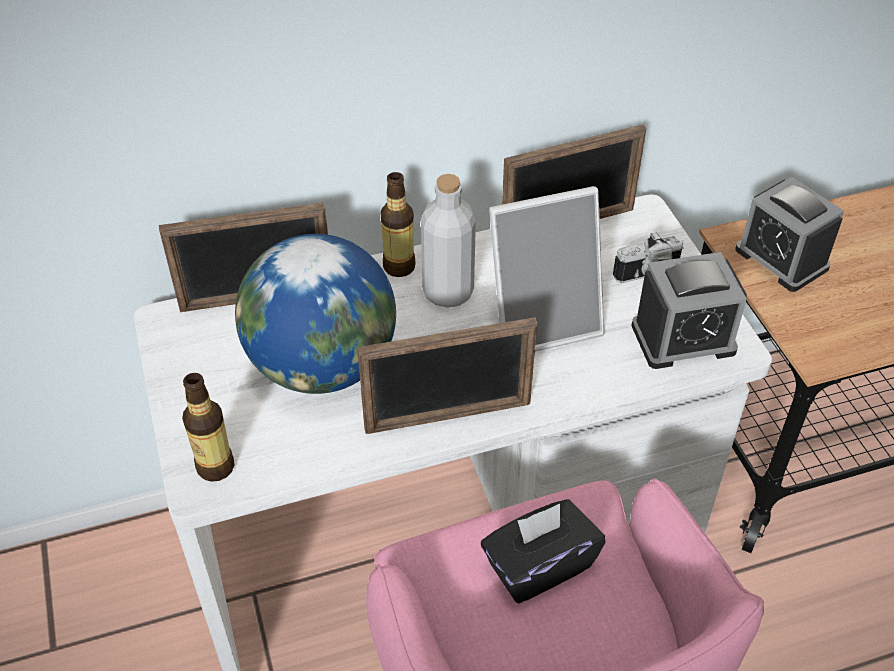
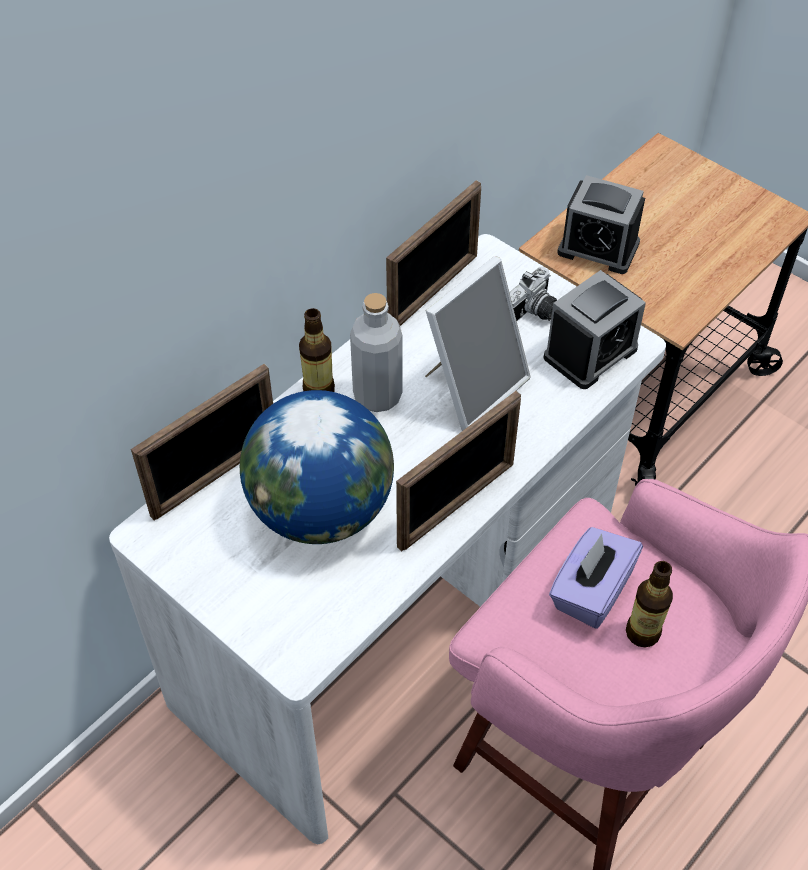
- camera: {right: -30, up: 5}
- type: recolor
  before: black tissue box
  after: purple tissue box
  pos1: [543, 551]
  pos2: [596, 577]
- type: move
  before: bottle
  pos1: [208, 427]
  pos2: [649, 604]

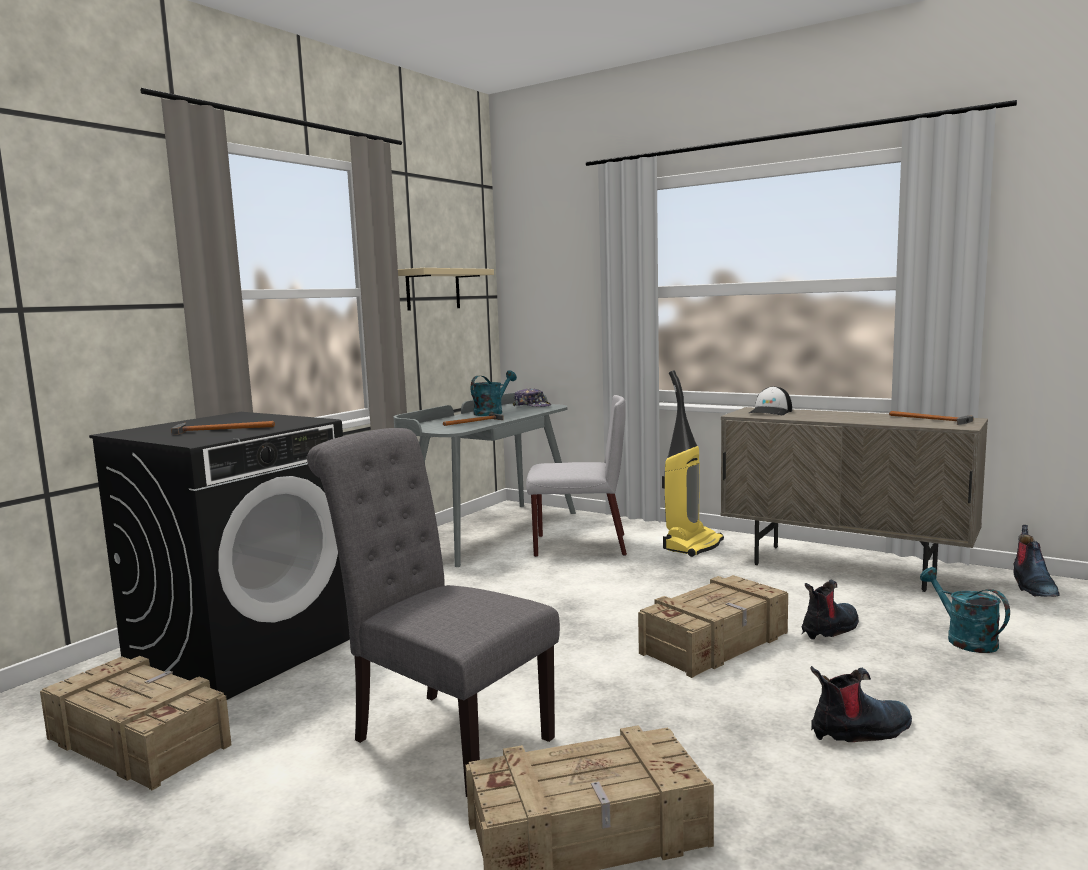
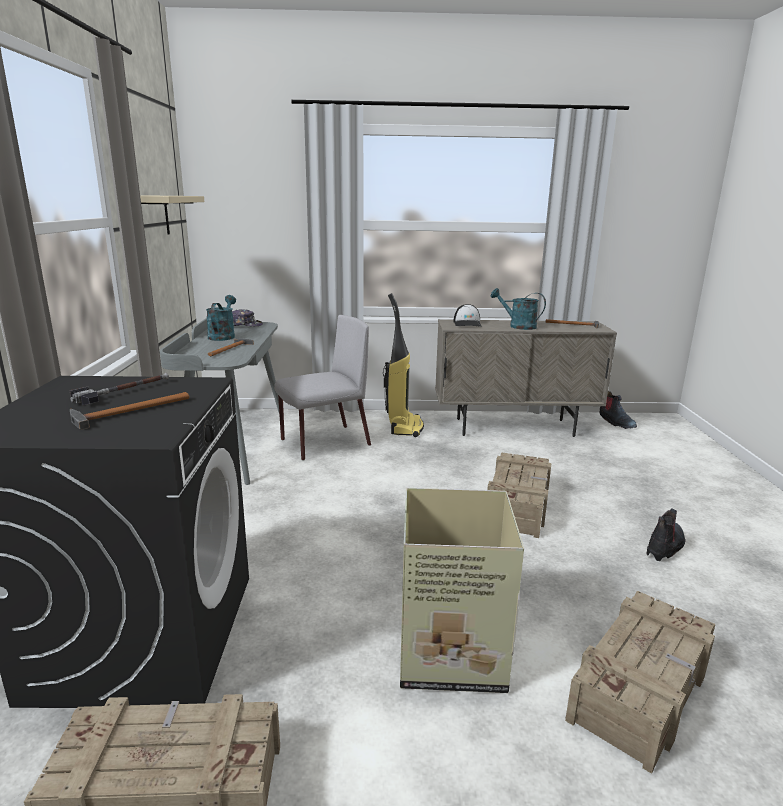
- camera: {right: -35, up: 10}
- type: insert
  after: hammer
  pos2: [119, 389]
- type: replace
  before: grey chair
  after: cardboard box
  pos1: [433, 612]
  pos2: [462, 590]
- type: move
  before: turquoise watering can
  pos1: [965, 610]
  pos2: [518, 309]
- type: delete
  before: boot
  pos1: [830, 610]

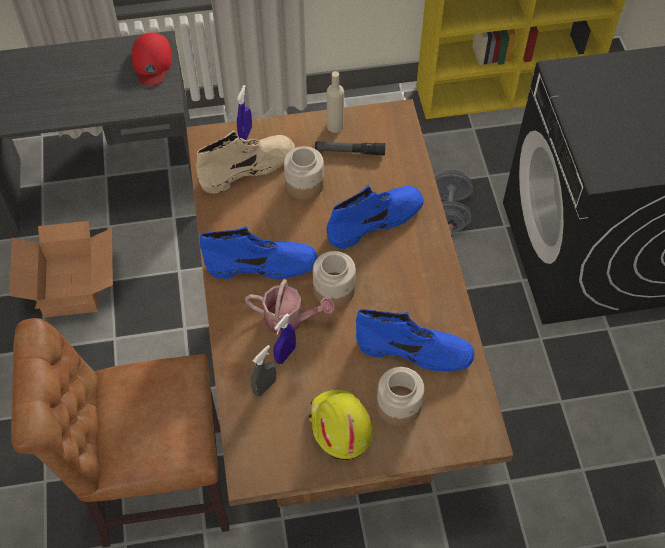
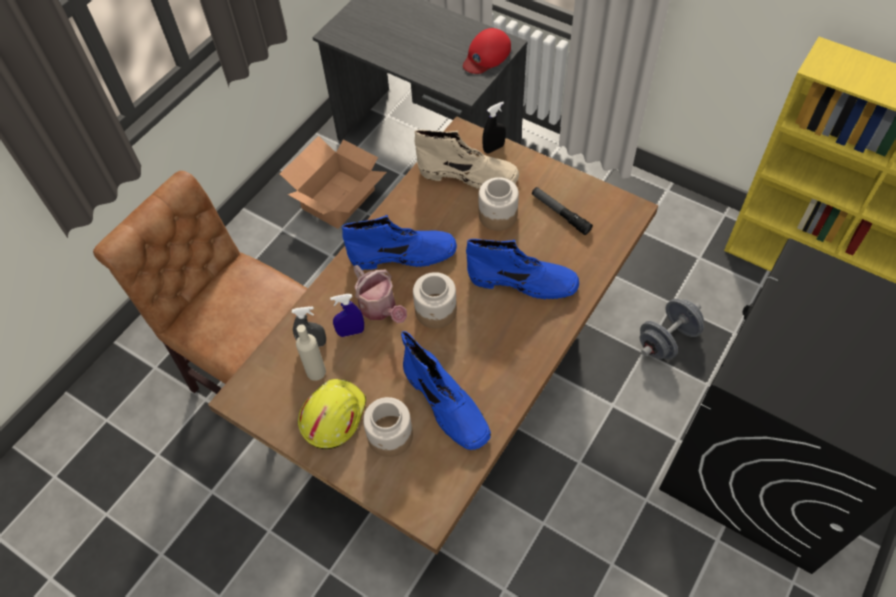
- camera: {right: 45, up: 0}
- type: move
  before: beige bottle
  pos1: [335, 102]
  pos2: [311, 352]
- type: rotate
  before: blue boot
  pos1: [258, 252]
  pos2: [399, 242]
  turn: -45
- type: recolor
  before: blue spray bottle
  after: black spray bottle
  pos1: [244, 112]
  pos2: [494, 127]

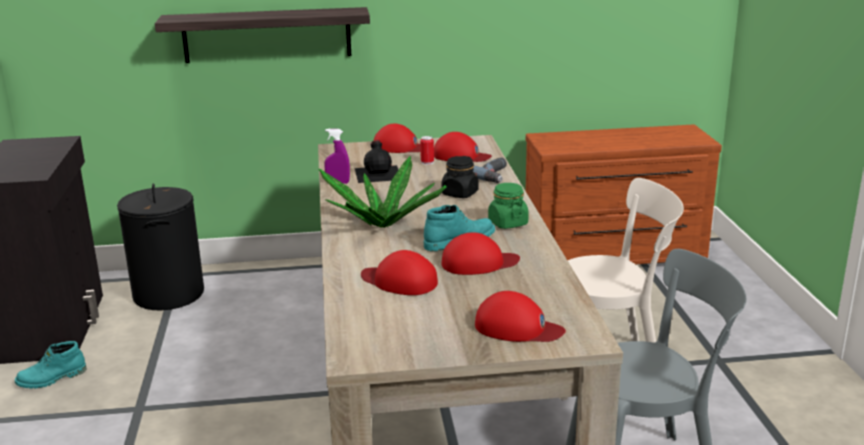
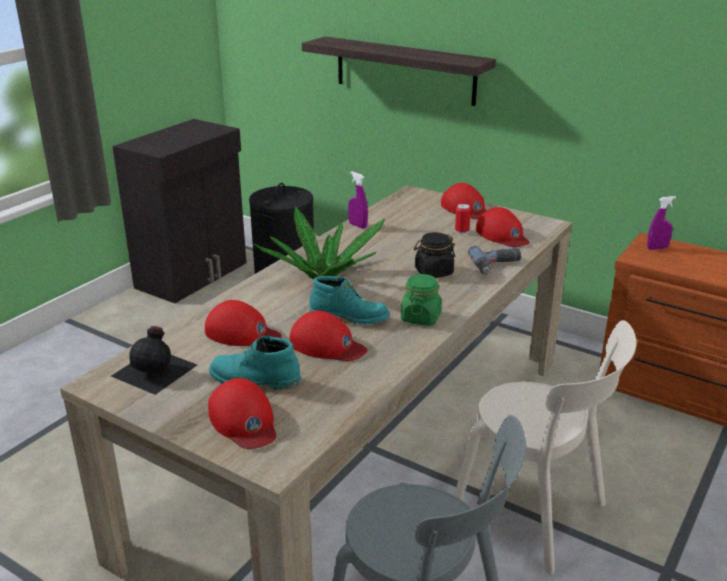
- camera: {right: 40, up: 5}
- type: move
  before: black bottle
  pos1: [377, 161]
  pos2: [154, 360]
- type: rotate
  before: red cap
  pos1: [399, 272]
  pos2: [243, 323]
  turn: 135
- type: move
  before: turquoise boot
  pos1: [51, 364]
  pos2: [255, 363]
- type: insert
  after: purple spray bottle
  pos2: [661, 223]

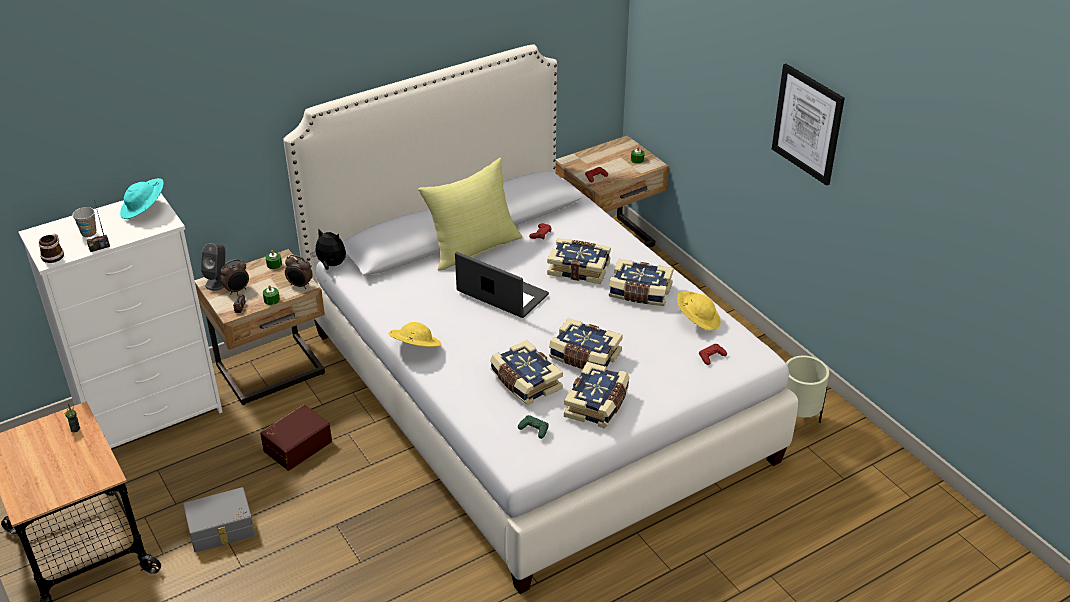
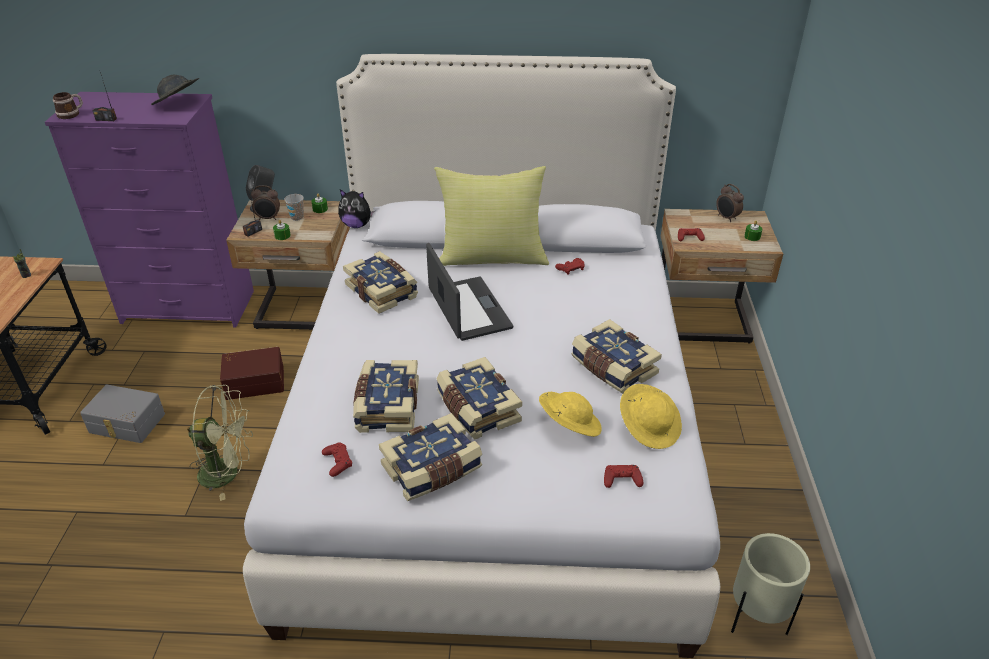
- camera: {right: 35, up: 0}
- type: recolor
  before: white dresser
  after: purple dresser
  pos1: [120, 320]
  pos2: [149, 209]
- type: recolor
  before: turquoise hat
  after: grey hat
  pos1: [142, 198]
  pos2: [175, 90]
- type: insert
  after: green fan
  pos2: [220, 443]
- type: move
  before: cup
  pos1: [84, 222]
  pos2: [294, 207]
- type: recolor
  before: green game controller
  after: red game controller
  pos1: [533, 427]
  pos2: [337, 459]
- type: rotate
  before: plush toy
  pos1: [328, 249]
  pos2: [356, 208]
  turn: 135
- type: move
  before: book
  pos1: [579, 261]
  pos2: [380, 282]
- type: move
  before: yellow hat
  pos1: [415, 334]
  pos2: [570, 414]
- type: move
  before: alarm clock
  pos1: [299, 272]
  pos2: [730, 203]
- type: delete
  before: picture
  pos1: [808, 125]

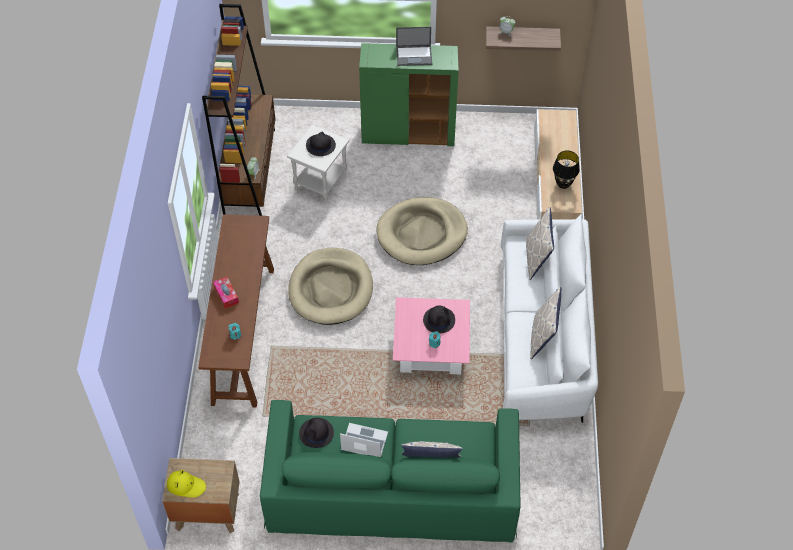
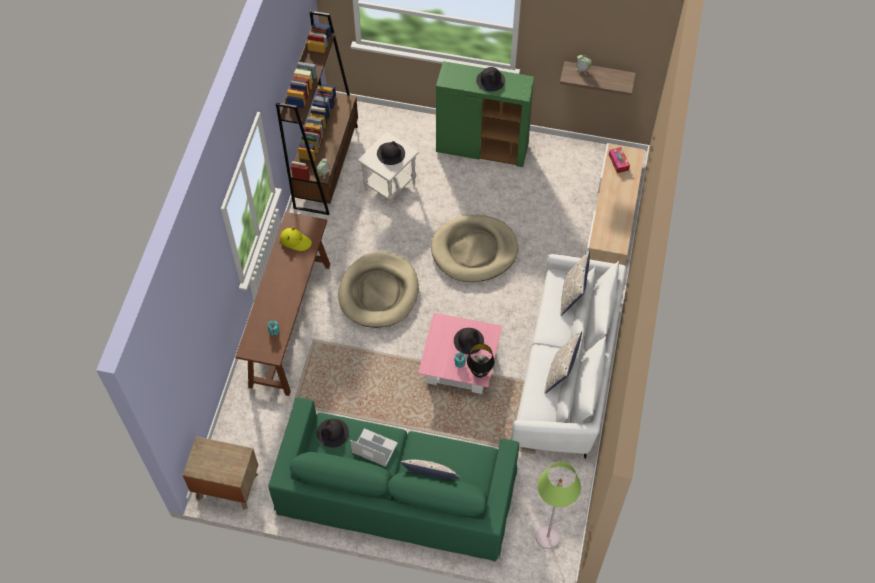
- camera: {right: 10, up: 5}
- type: move
  before: yellow hat
  pos1: [186, 484]
  pos2: [296, 239]
- type: move
  before: black table lamp
  pos1: [566, 169]
  pos2: [481, 361]
- type: replace
  before: laptop
  after: black hat
  pos1: [414, 46]
  pos2: [490, 79]
- type: insert
  after: green floor lamp
  pos2: [558, 505]
- type: move
  before: tissue box
  pos1: [226, 293]
  pos2: [619, 160]

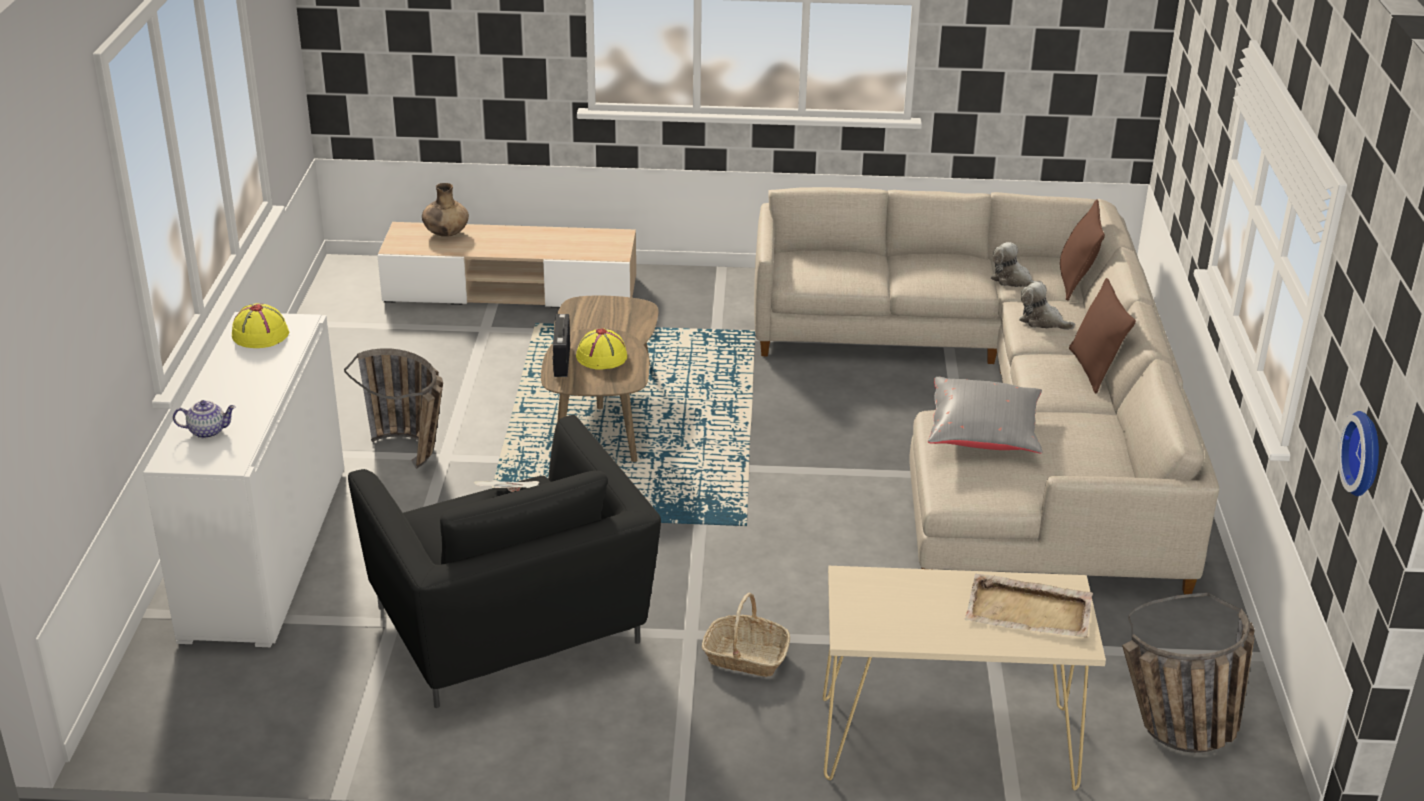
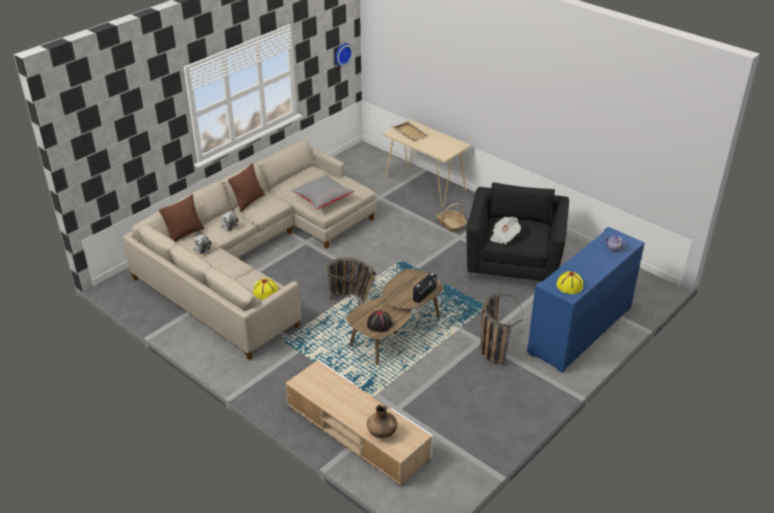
- camera: {right: -140, up: 5}
- type: move
  before: yellow hat
  pos1: [601, 349]
  pos2: [265, 289]
- type: move
  before: basket
  pos1: [1188, 673]
  pos2: [351, 281]
- type: insert
  after: black hat
  pos2: [380, 321]
- type: recolor
  before: white cabinet
  after: blue cabinet
  pos1: [243, 479]
  pos2: [586, 300]

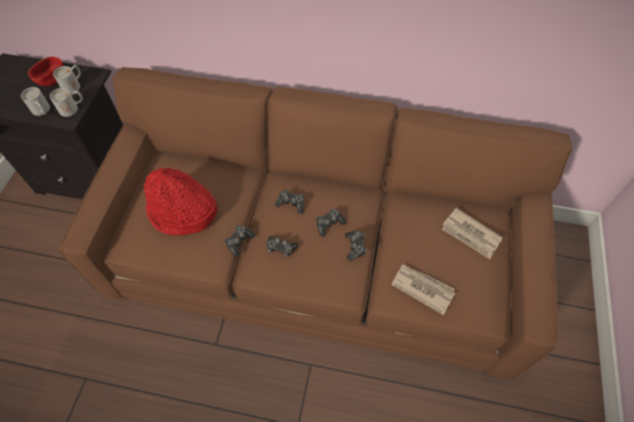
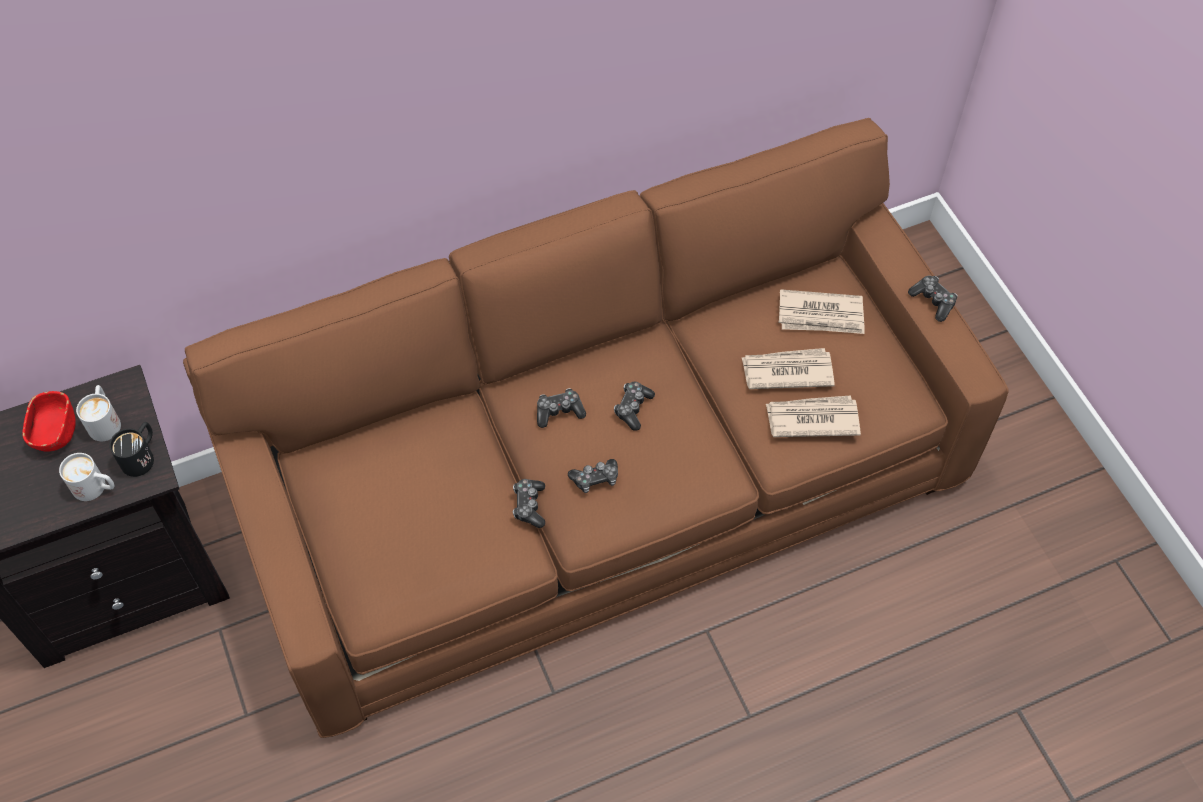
- camera: {right: -35, up: 0}
- type: recolor
  before: white mug
  after: black mug
  pos1: [66, 102]
  pos2: [131, 449]
- type: insert
  after: newspaper
  pos2: [788, 368]
- type: move
  before: game controller
  pos1: [356, 245]
  pos2: [933, 299]
- type: delete
  before: red hat
  pos1: [180, 202]

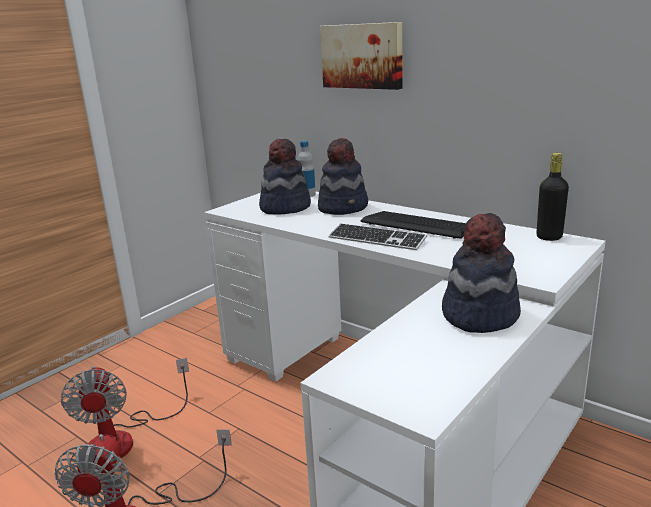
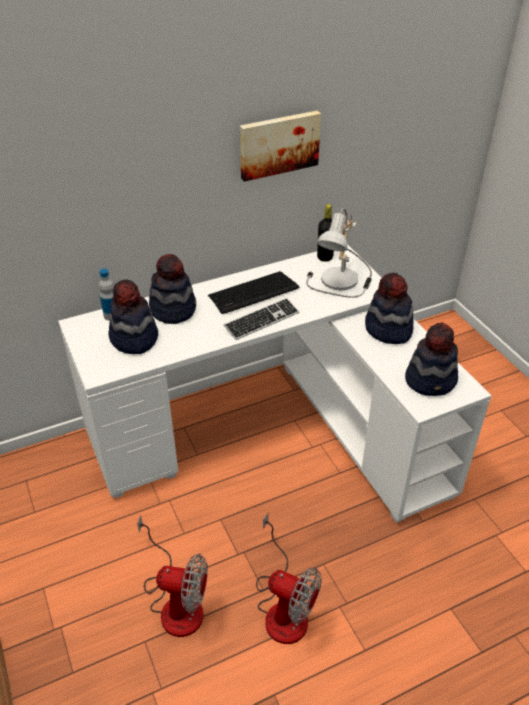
- camera: {right: -65, up: 20}
- type: move
  before: picture
  pos1: [361, 56]
  pos2: [280, 146]
- type: insert
  after: table lamp
  pos2: [339, 253]
- type: insert
  after: hat
  pos2: [431, 359]

